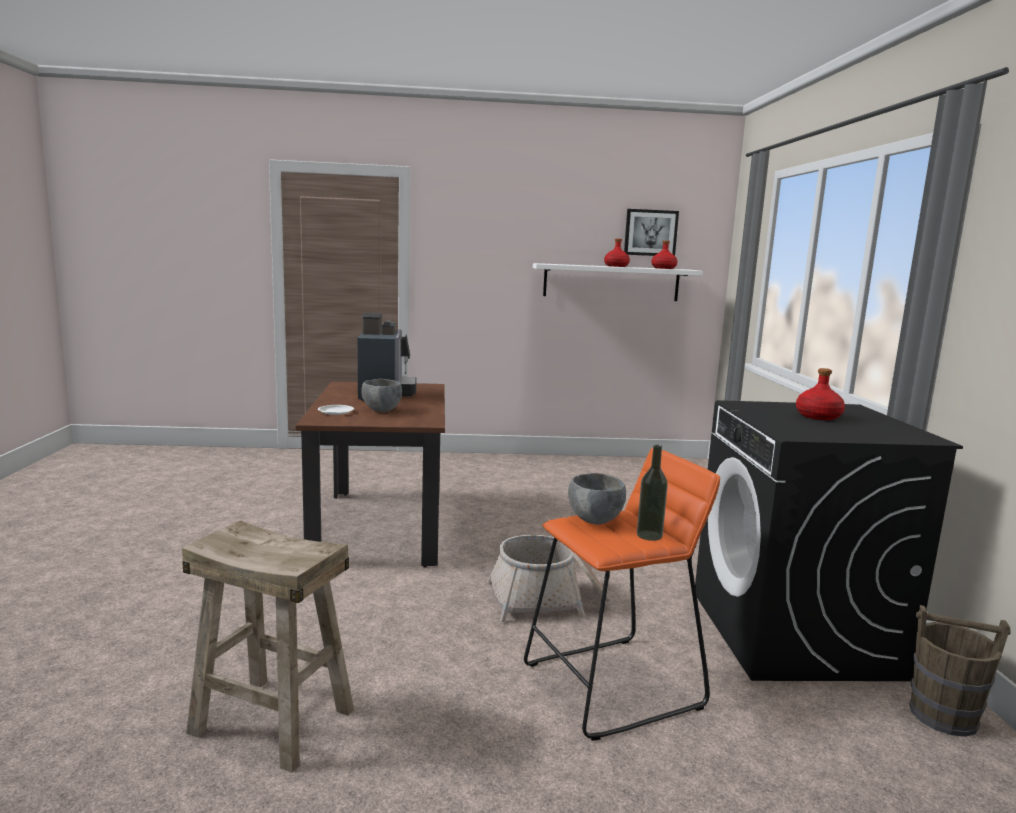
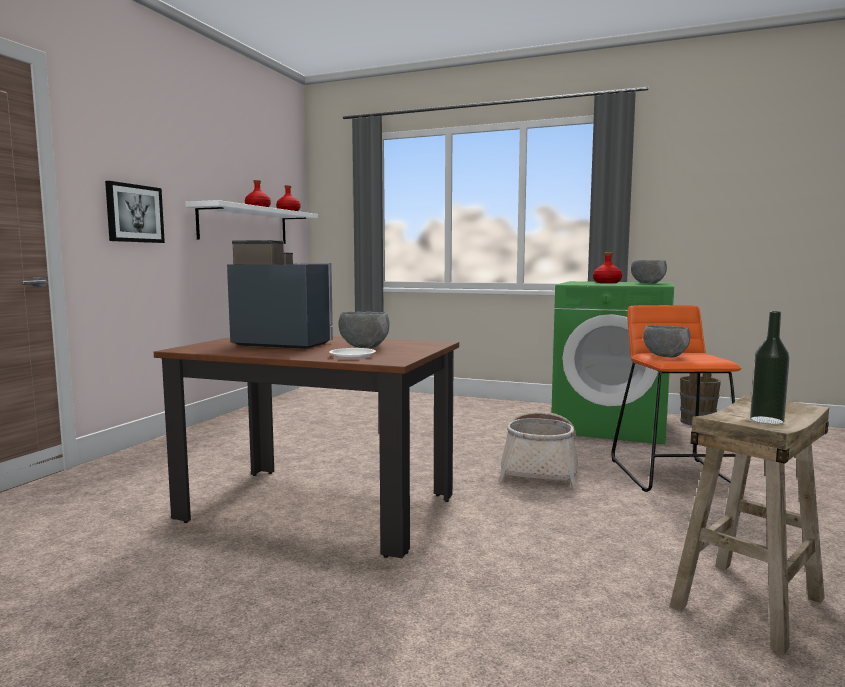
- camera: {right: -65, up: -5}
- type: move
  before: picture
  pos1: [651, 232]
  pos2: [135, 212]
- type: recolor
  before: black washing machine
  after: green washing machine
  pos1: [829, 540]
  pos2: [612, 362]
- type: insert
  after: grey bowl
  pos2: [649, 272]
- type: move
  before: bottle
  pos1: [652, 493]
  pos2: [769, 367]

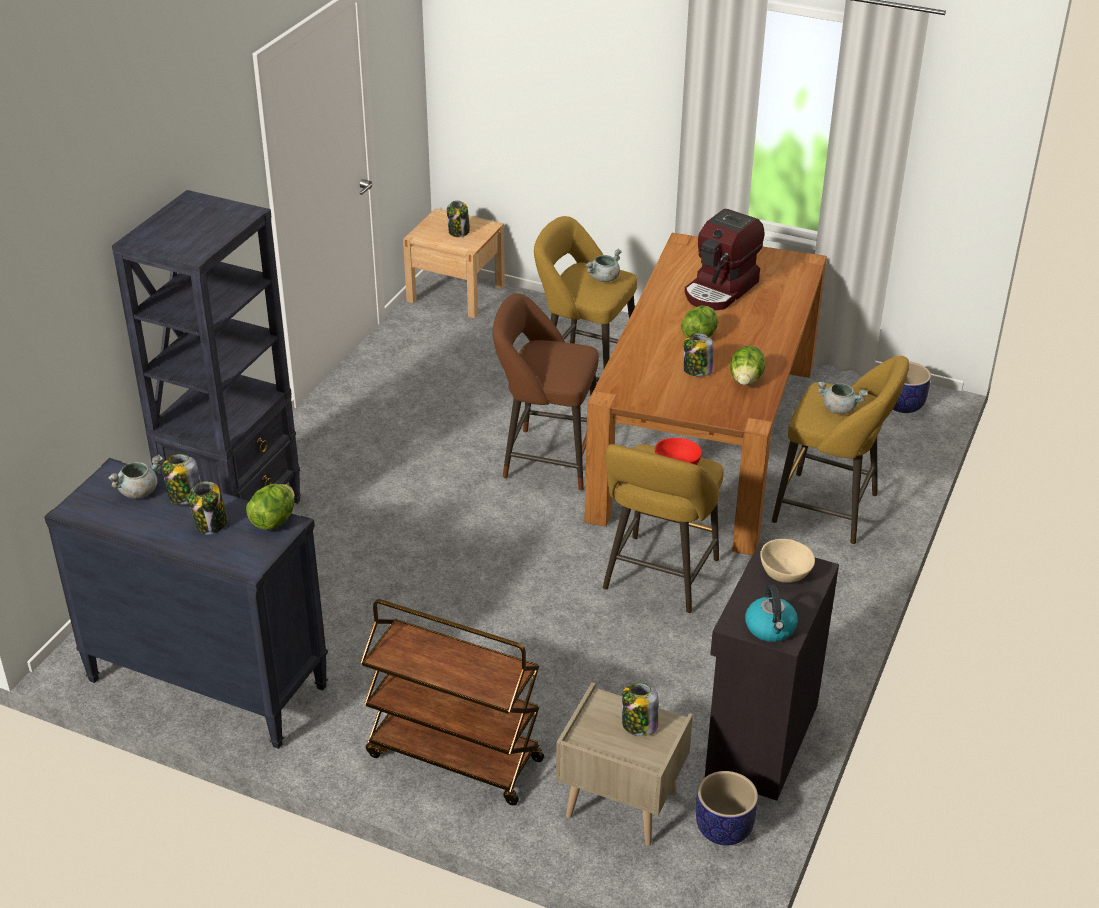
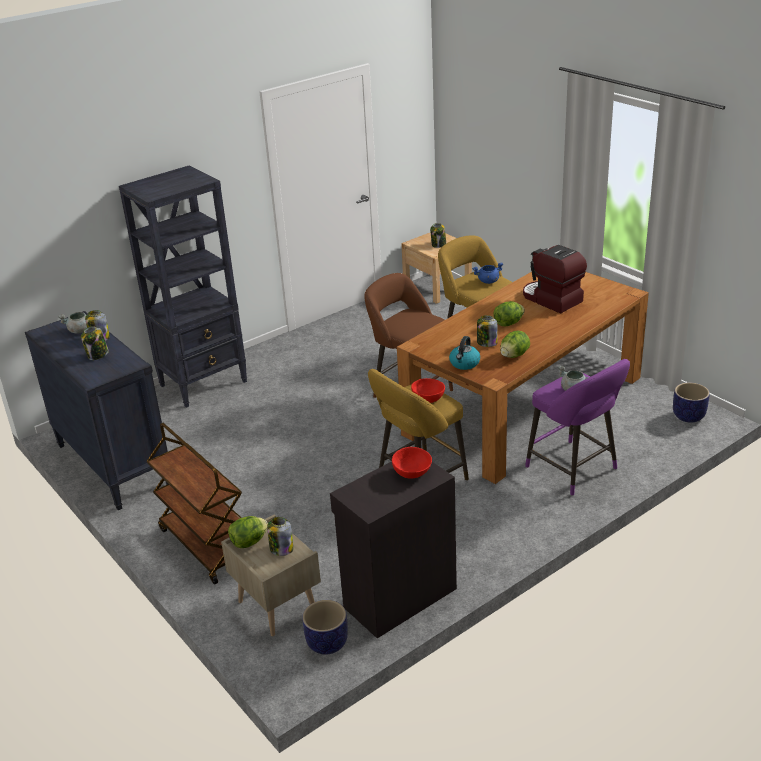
- camera: {right: 30, up: -5}
- type: move
  before: lettuce
  pos1: [270, 507]
  pos2: [248, 532]
- type: recolor
  before: beige bowl
  after: red bowl
  pos1: [787, 561]
  pos2: [412, 463]
- type: move
  before: kettle
  pos1: [771, 613]
  pos2: [464, 353]
- type: recolor
  before: grey cooking pot
  after: blue cooking pot
  pos1: [603, 265]
  pos2: [487, 273]
- type: rotate
  before: coffee machine
  pos1: [725, 259]
  pos2: [555, 279]
  turn: 75
- type: recolor
  before: yellow stool
  after: purple stool
  pos1: [840, 450]
  pos2: [577, 427]

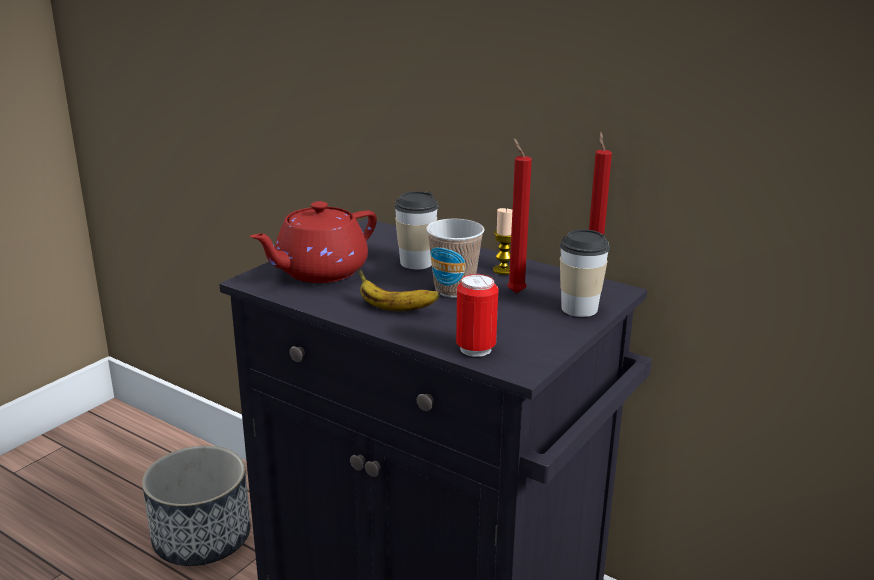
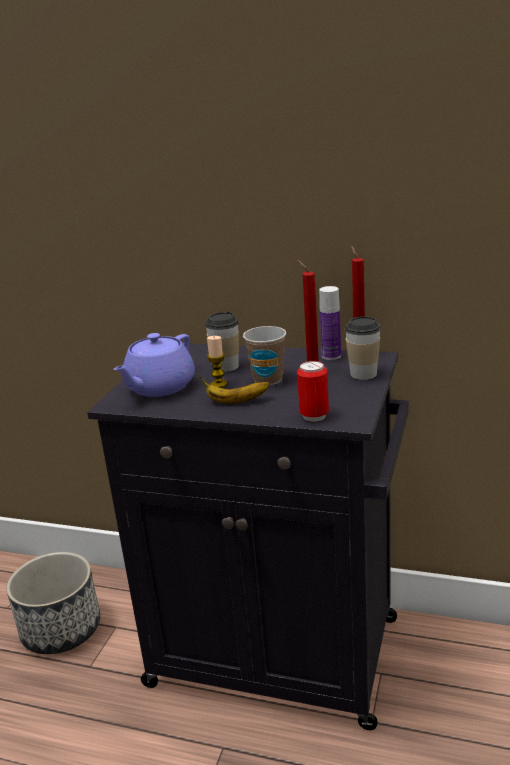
- camera: {right: -15, up: 0}
- type: recolor
  before: red teapot
  after: purple teapot
  pos1: [313, 242]
  pos2: [154, 365]
- type: move
  before: candle
  pos1: [502, 241]
  pos2: [217, 362]
- type: insert
  after: bottle
  pos2: [330, 323]

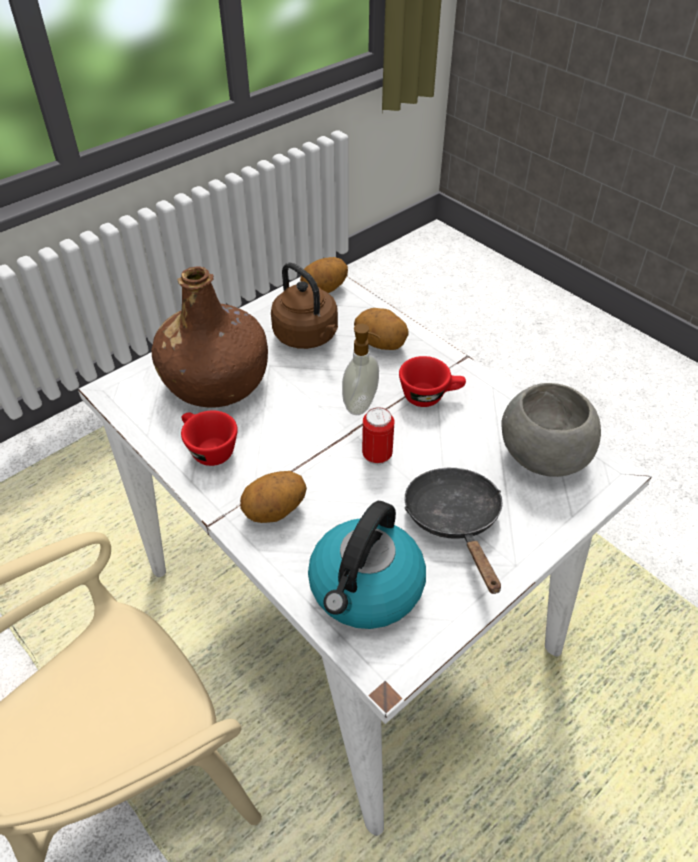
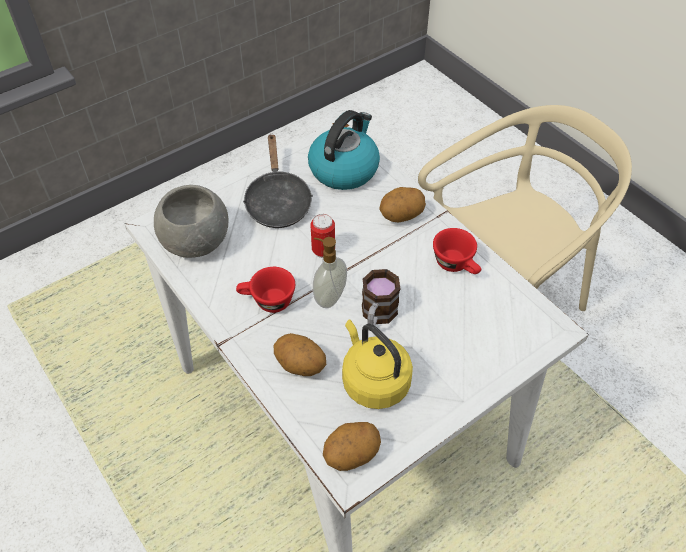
- camera: {right: -175, up: 5}
- type: recolor
  before: brown kettle
  after: yellow kettle
  pos1: [304, 305]
  pos2: [377, 364]
- type: insert
  after: mug
  pos2: [381, 297]
- type: delete
  before: brown bottle
  pos1: [209, 337]

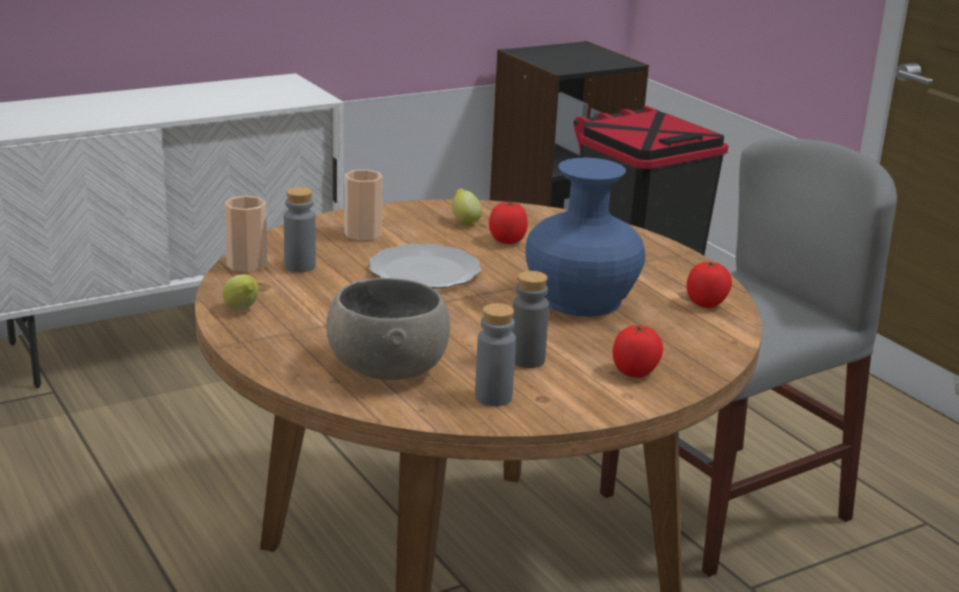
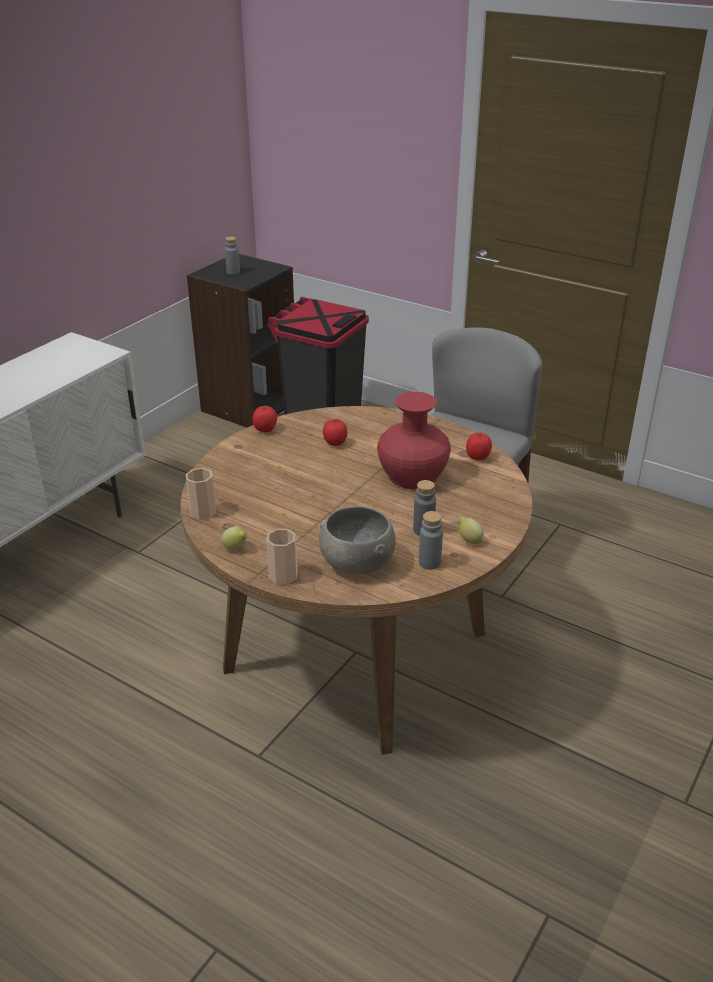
- camera: {right: -25, up: 10}
- type: move
  before: grey bottle
  pos1: [300, 229]
  pos2: [232, 255]
- type: move
  before: tomato
  pos1: [637, 351]
  pos2: [265, 419]
- type: move
  before: cup
  pos1: [363, 205]
  pos2: [281, 556]
- type: recolor
  before: blue vase
  after: red vase
  pos1: [585, 237]
  pos2: [414, 440]
- type: move
  before: lemon
  pos1: [467, 207]
  pos2: [471, 530]
- type: delete
  before: plate
  pos1: [425, 266]

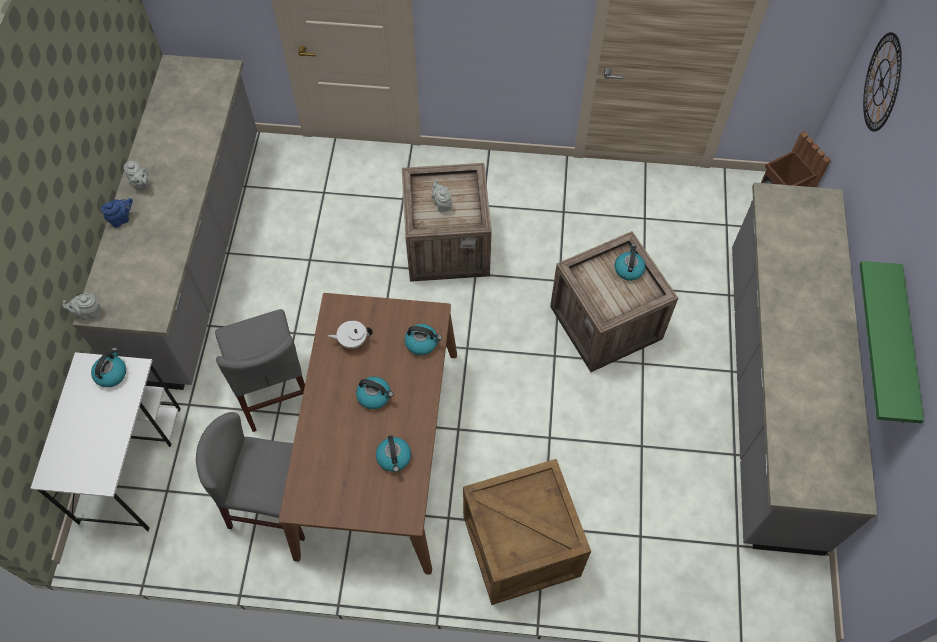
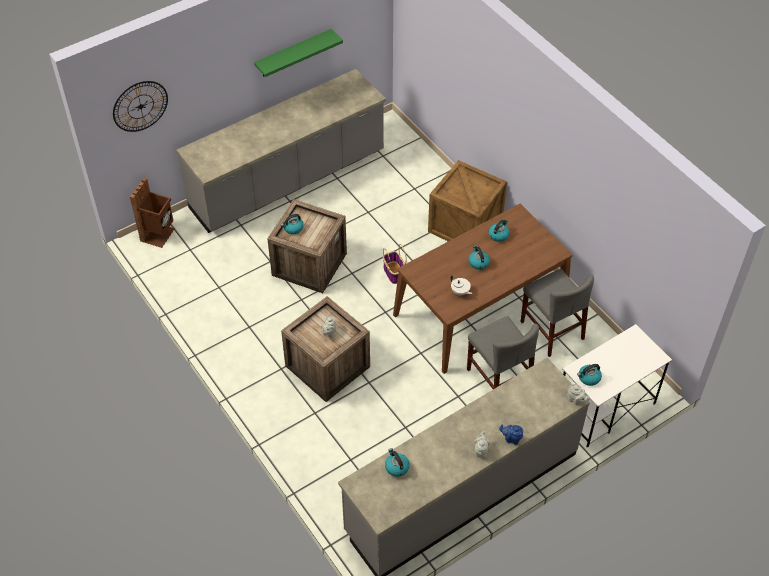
- camera: {right: -130, up: -10}
- type: insert
  after: basket
  pos2: [395, 264]
- type: move
  before: kettle
  pos1: [423, 339]
  pos2: [397, 462]
- type: rotate
  before: grey chair
  pos1: [260, 370]
  pos2: [503, 352]
  turn: 120

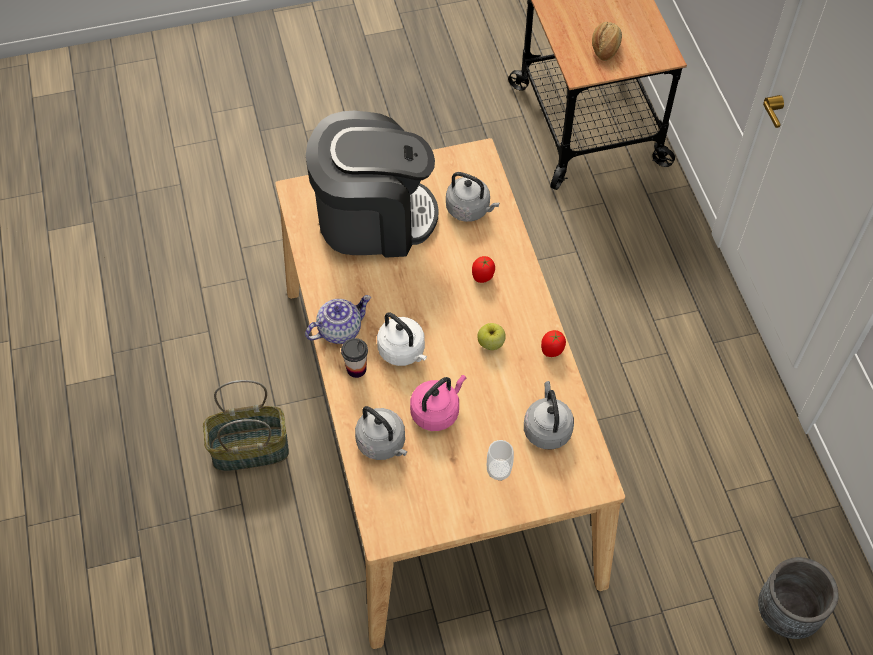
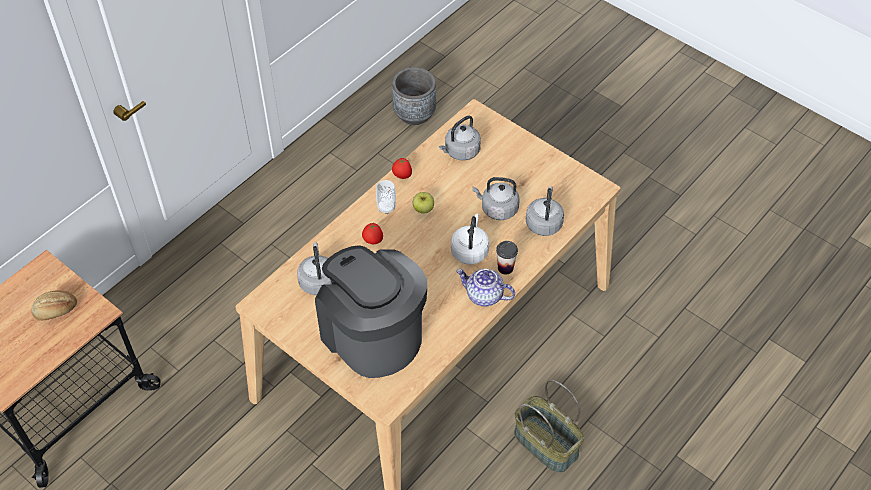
- camera: {right: -125, up: -5}
- type: move
  before: cup
  pos1: [500, 460]
  pos2: [386, 197]
- type: recolor
  before: pink kettle
  after: grey kettle
  pos1: [438, 403]
  pos2: [496, 198]

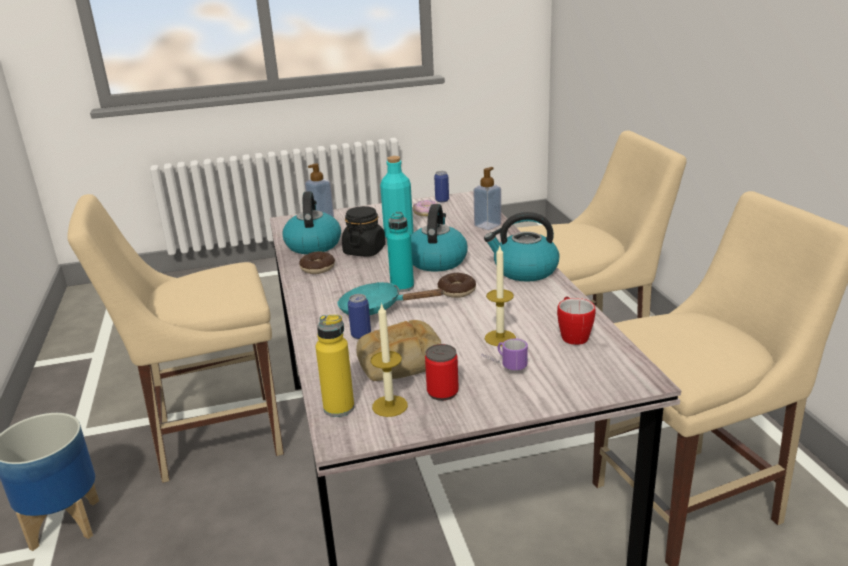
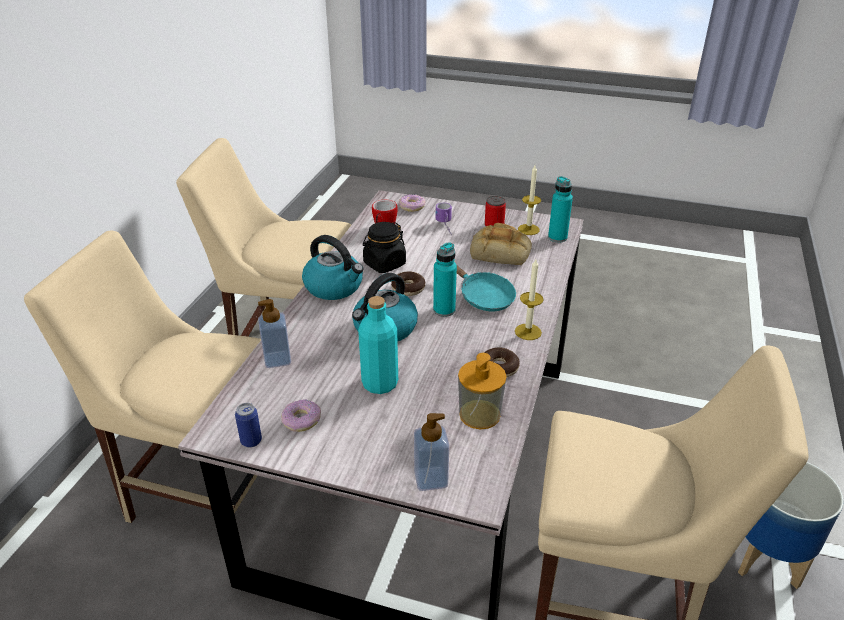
- camera: {right: -150, up: 10}
- type: move
  before: black jar
  pos1: [364, 231]
  pos2: [384, 247]
- type: insert
  after: donut
  pos2: [412, 203]
- type: replace
  before: kettle
  after: soap dispenser
  pos1: [312, 222]
  pos2: [482, 391]
- type: move
  before: candle
  pos1: [500, 296]
  pos2: [529, 299]
- type: recolor
  before: yellow bottle
  after: turquoise bottle
  pos1: [334, 366]
  pos2: [560, 209]
- type: delete
  before: can
  pos1: [359, 316]

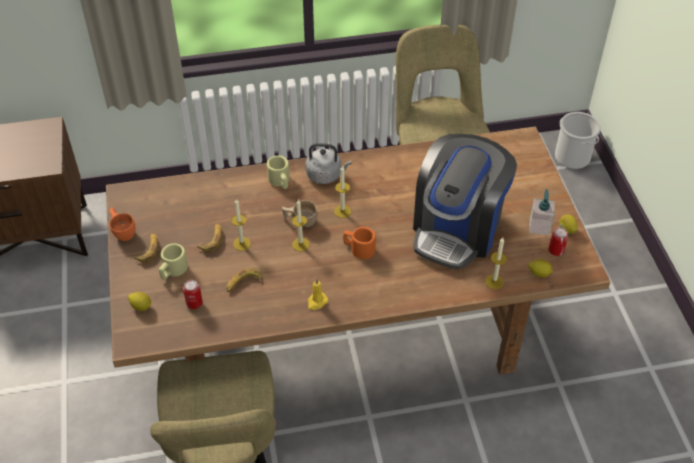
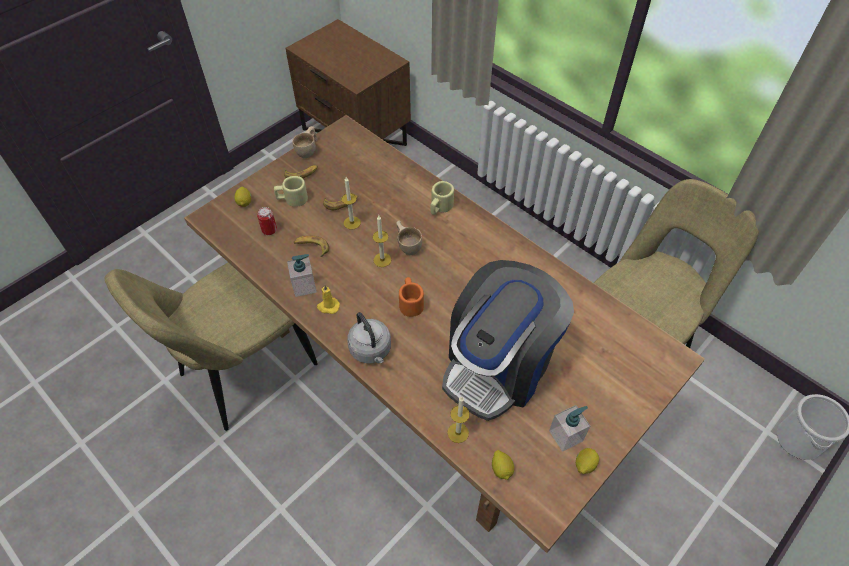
- camera: {right: 55, up: 5}
- type: insert
  after: soap dispenser
  pos2: [302, 275]
- type: recolor
  before: orange cup
  after: beige cup
  pos1: [122, 224]
  pos2: [305, 142]
- type: move
  before: grey kettle
  pos1: [328, 163]
  pos2: [369, 337]
- type: rotate
  before: coffee machine
  pos1: [465, 202]
  pos2: [508, 340]
  turn: -45
- type: delete
  before: candle
  pos1: [342, 192]
- type: delete
  before: can
  pos1: [558, 241]

